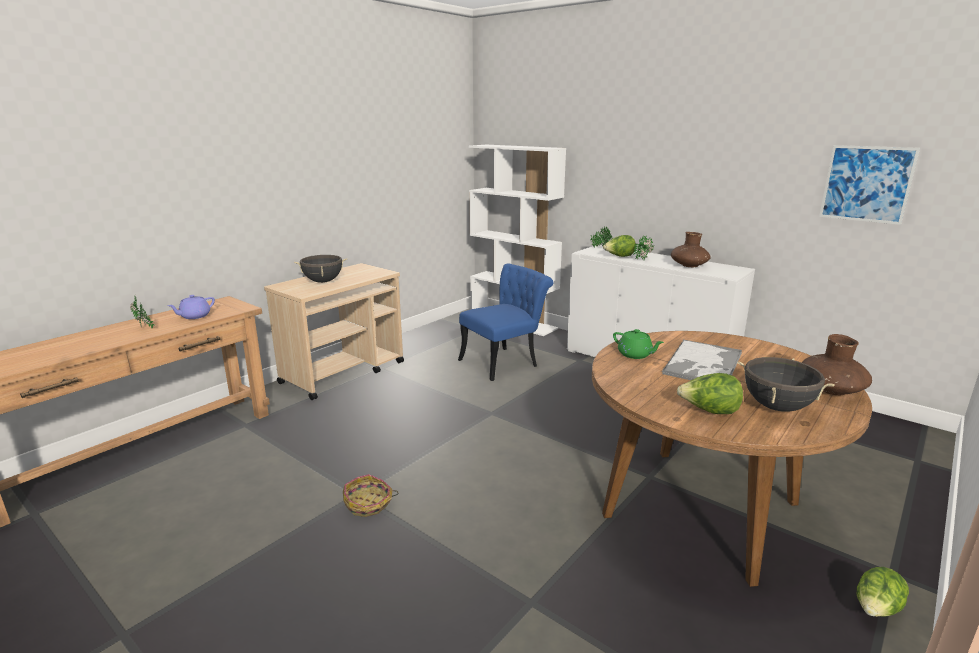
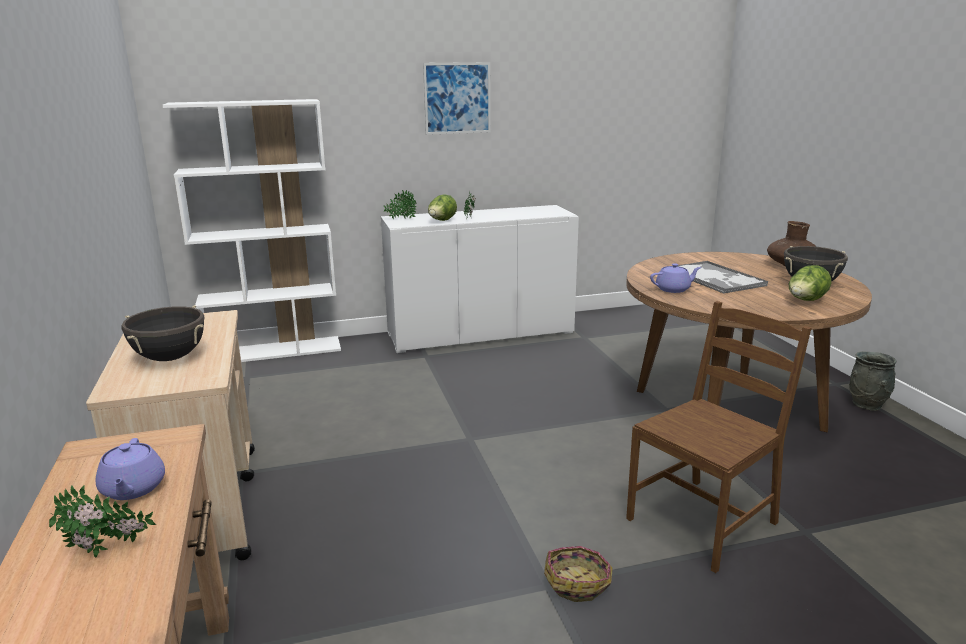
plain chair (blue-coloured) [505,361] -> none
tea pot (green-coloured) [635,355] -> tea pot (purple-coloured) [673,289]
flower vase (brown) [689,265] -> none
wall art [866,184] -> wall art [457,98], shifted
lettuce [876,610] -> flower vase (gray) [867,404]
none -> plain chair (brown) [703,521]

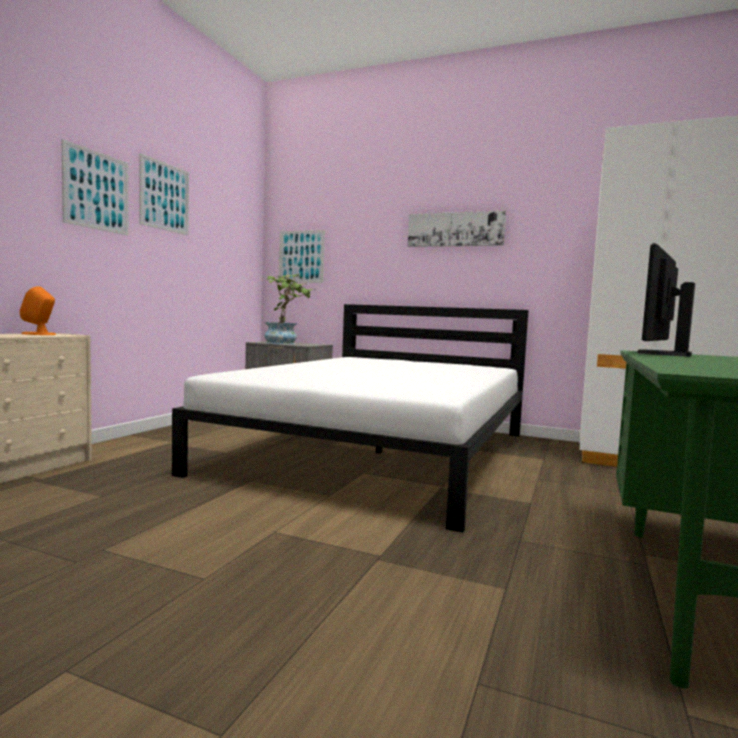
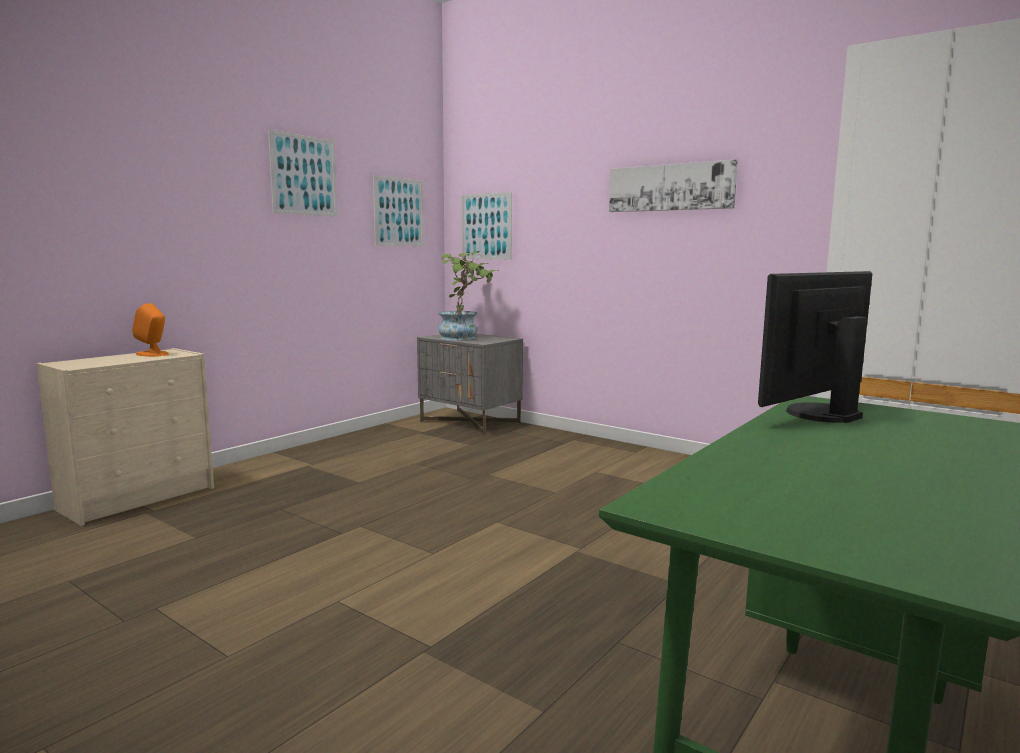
wall art [96,190] -> wall art [399,212], shifted
sleeping bed (white) [381,451] -> none

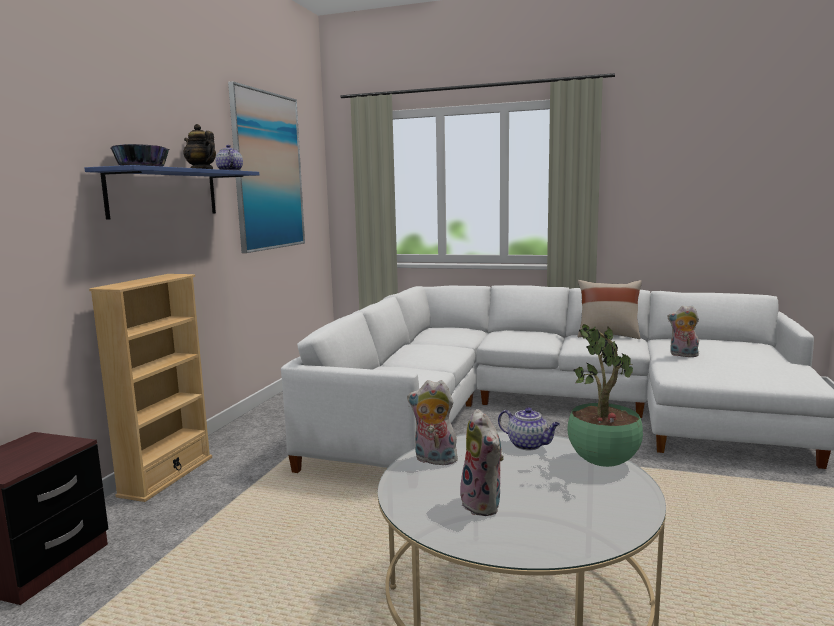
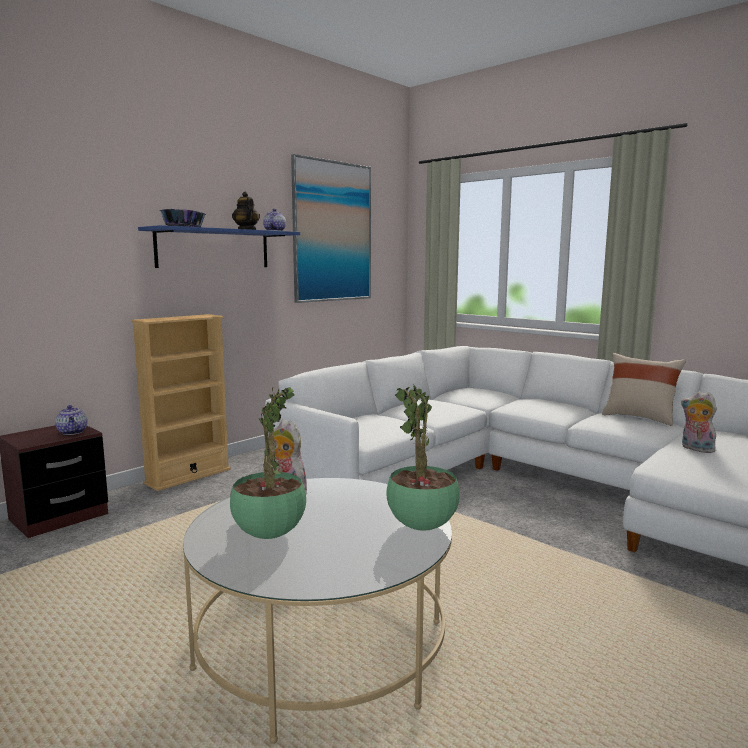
cuddly toy [484,505] -> houseplant [269,533]
tea pot [528,445] -> tea pot [73,432], shifted

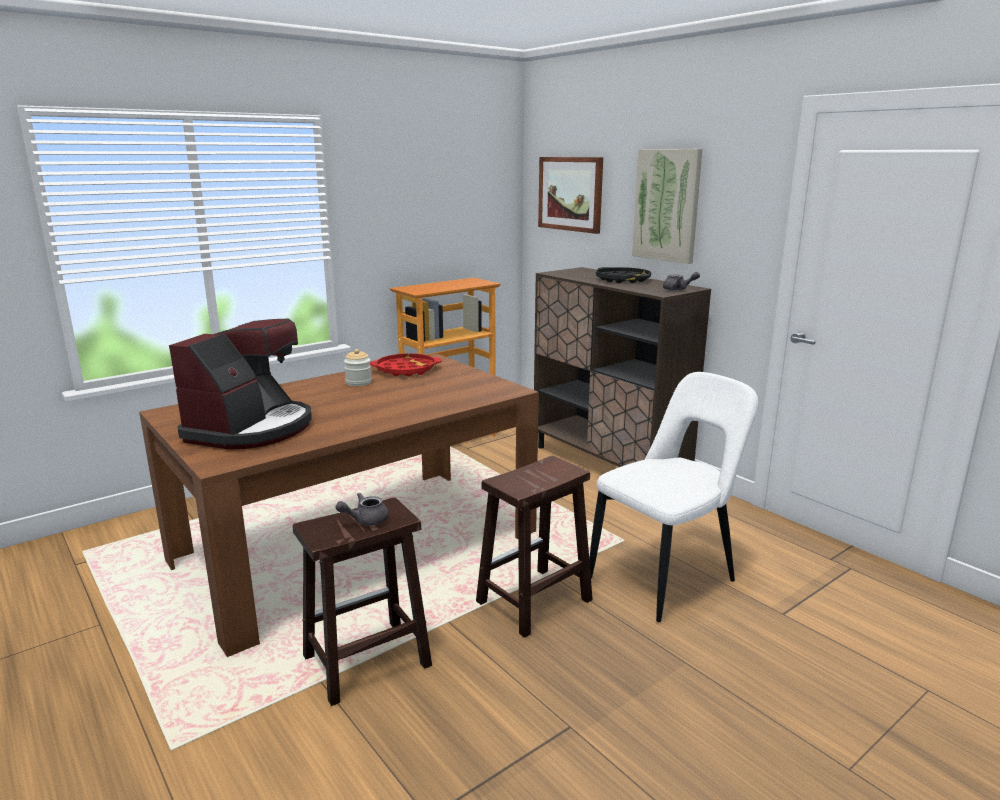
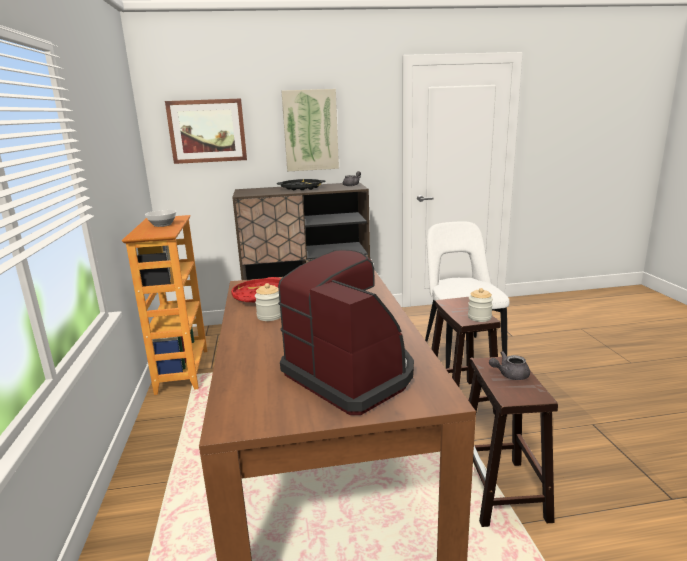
tea pot (gray) [365,520] -> tea pot (gray) [509,375], 75 degrees clockwise
none -> serving bowl [162,225]
none -> preserve jar [479,317]

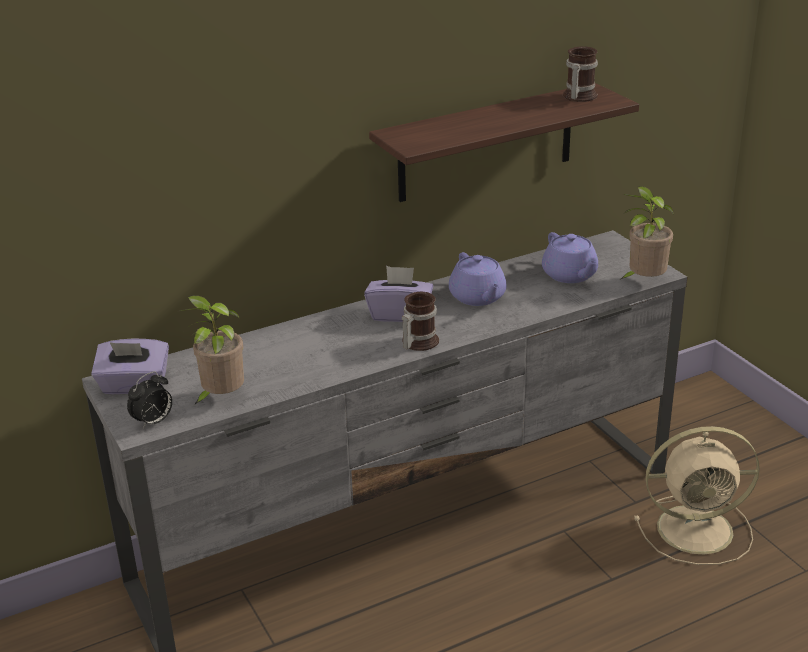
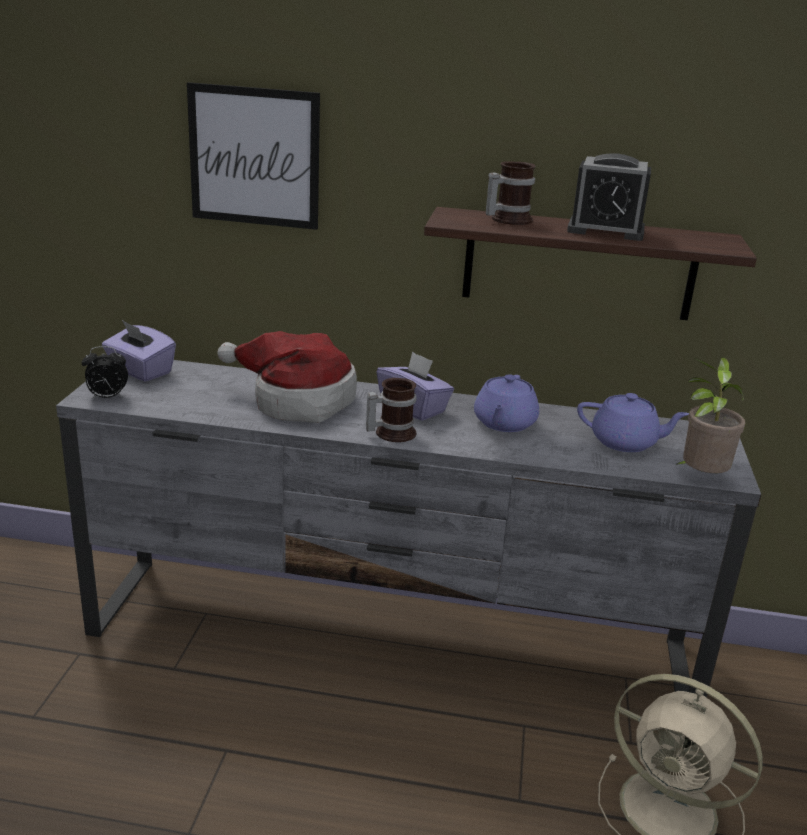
houseplant [221,398] -> none
tea pot (purple-coloured) [570,275] -> tea pot (purple-coloured) [625,442], 90 degrees counterclockwise
tea mug [577,97] -> tea mug [507,219], shifted
none -> wall art [254,157]
none -> wearable hat [297,401]
none -> alarm clock [605,230]

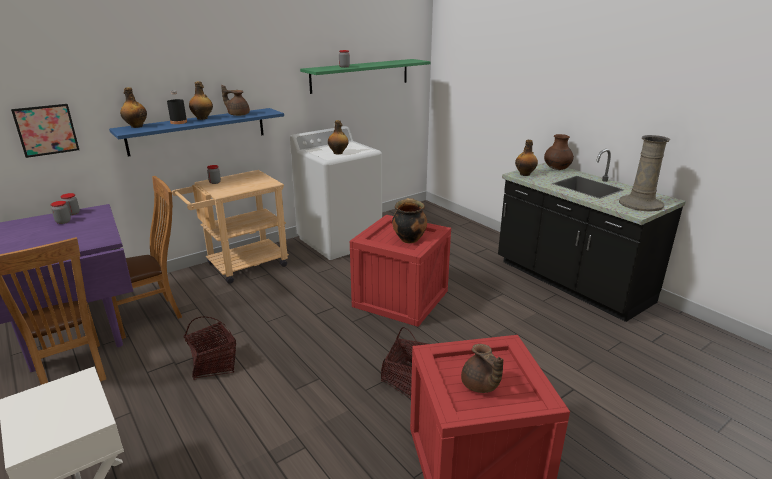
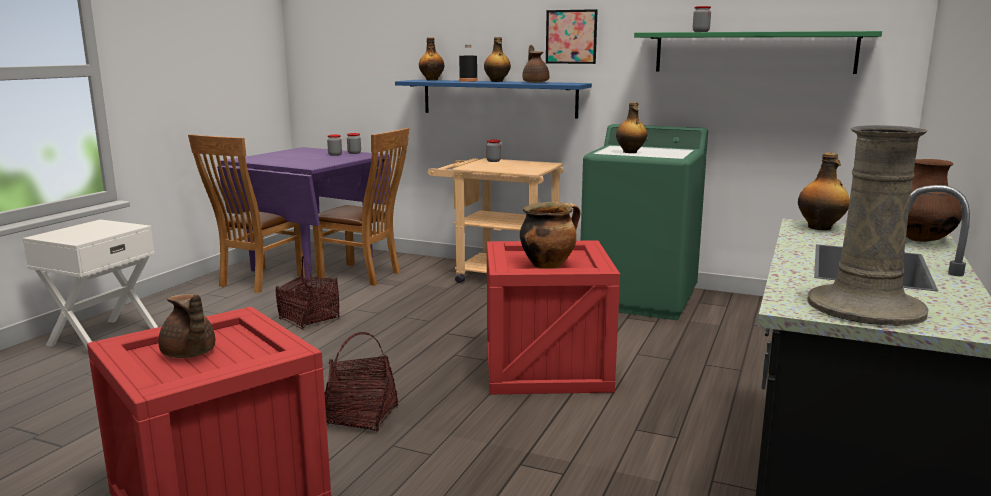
wall art [46,130] -> wall art [571,37], shifted
laundry appliance (white) [340,240] -> laundry appliance (green-coloured) [639,298]
tea pot (brown) [480,386] -> tea pot (brown) [189,354], 75 degrees counterclockwise

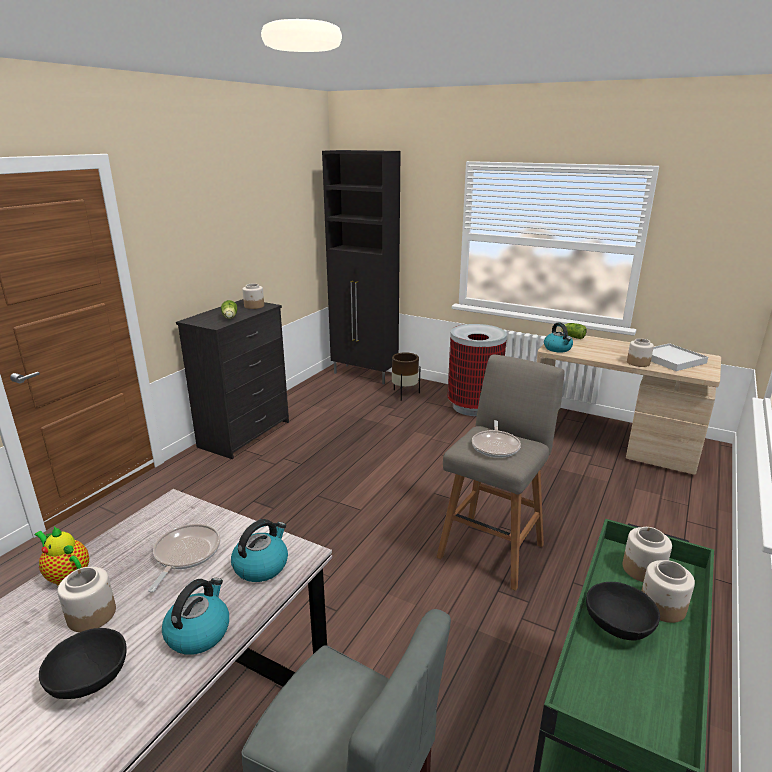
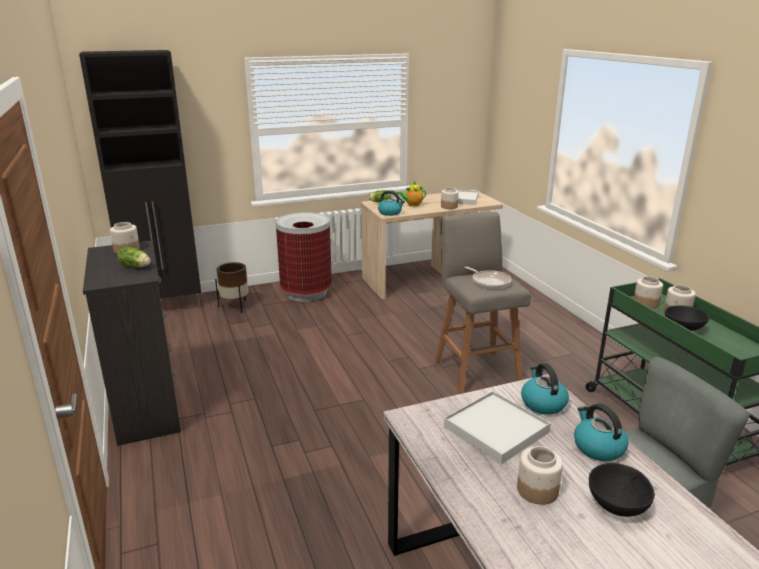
tea pot [67,575] -> tea pot [412,205], shifted
pan [185,554] -> carrying tray (white) [496,430]

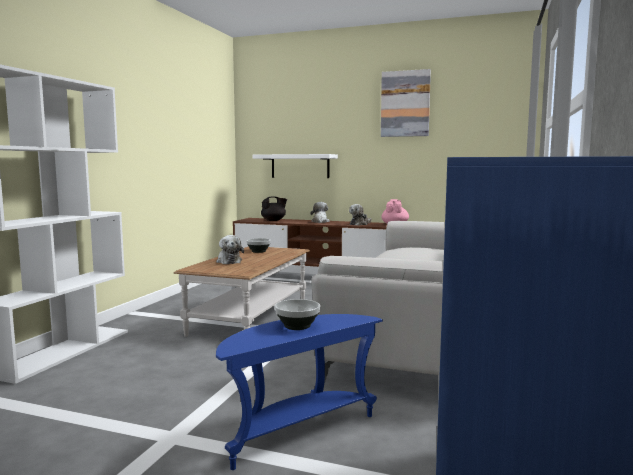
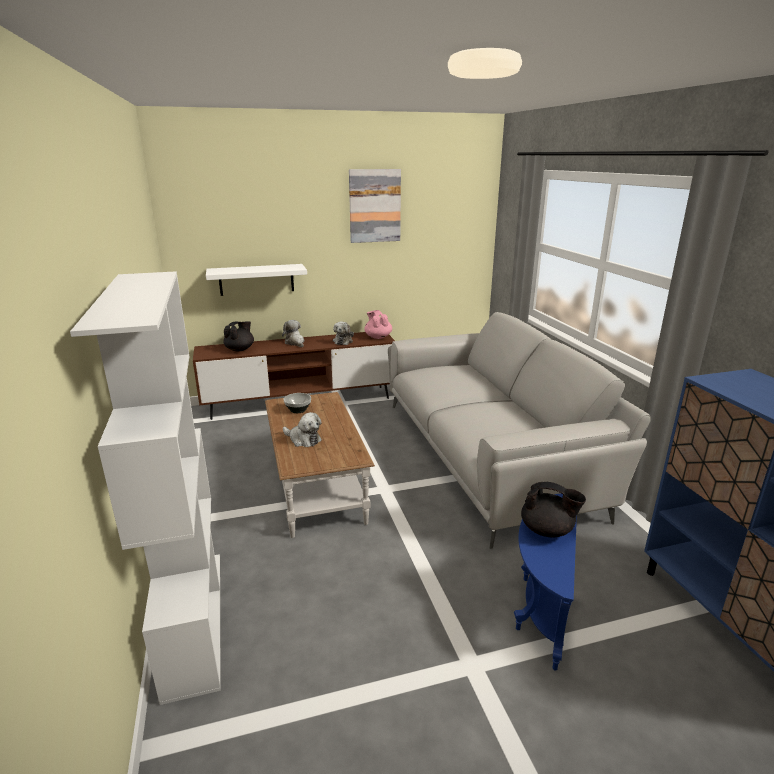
serving bowl [297,326] -> tea pot (black) [547,530]

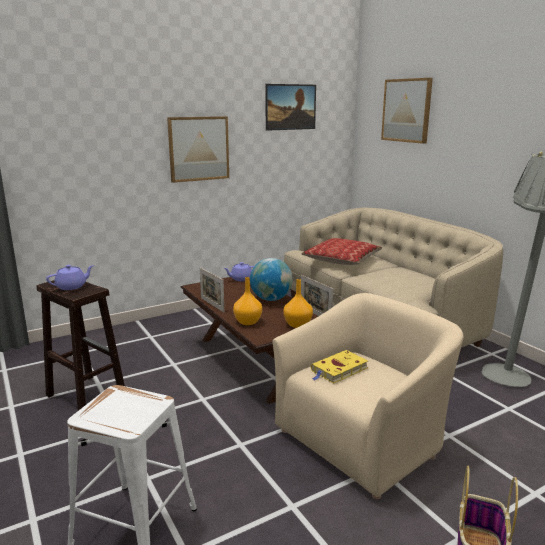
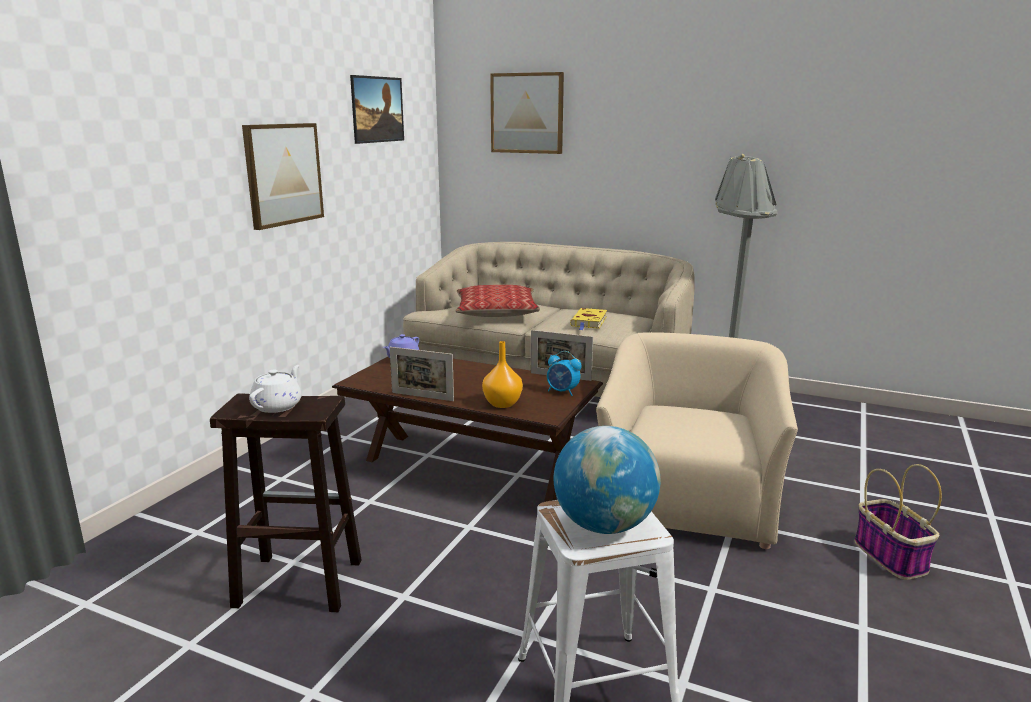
tea pot (purple-coloured) [72,286] -> tea pot (white) [278,406]
globe [271,299] -> globe [604,525], shifted
flower vase (orange) [298,325] -> alarm clock [562,392]
bound book (yellow) [338,370] -> bound book (yellow) [589,322], shifted

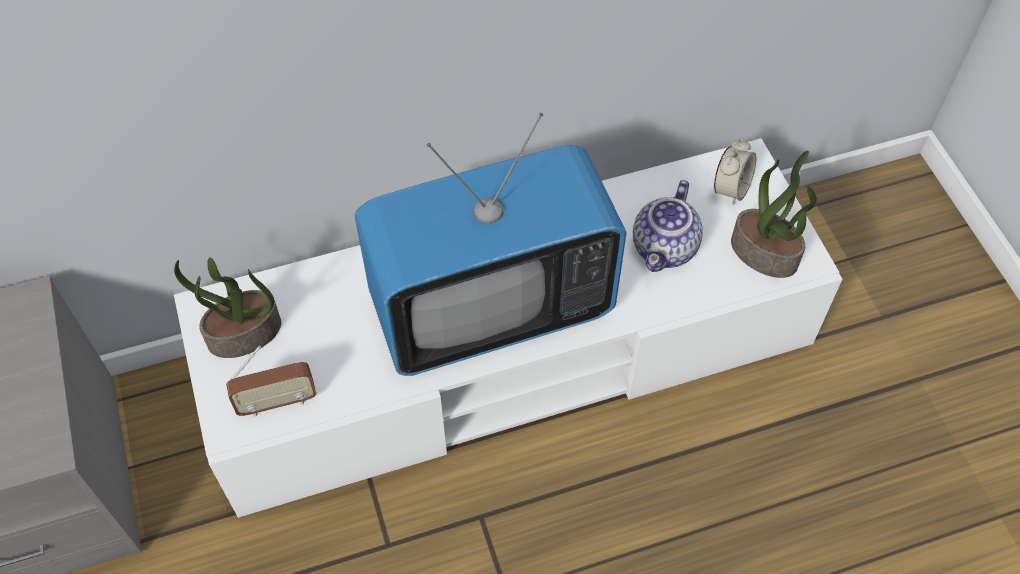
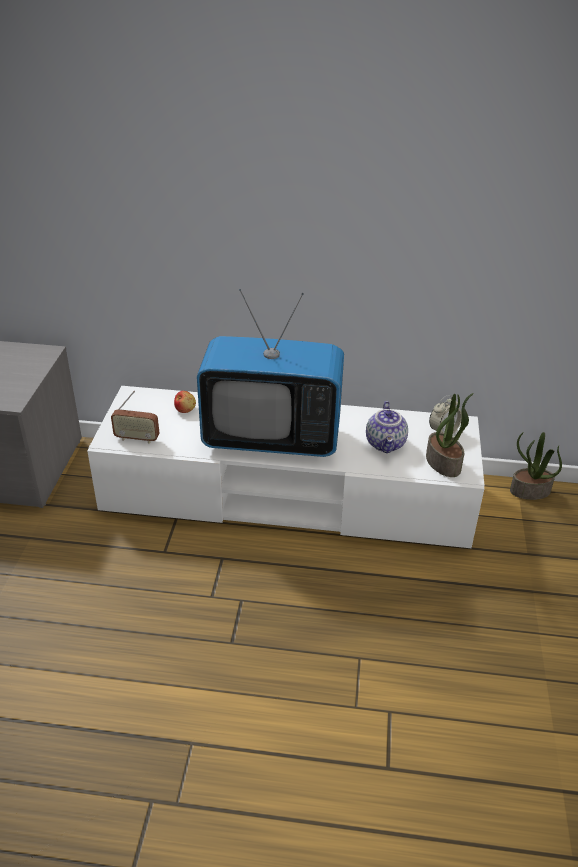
houseplant [244,335] -> houseplant [529,491], shifted
tea pot [665,249] -> tea pot [386,444], 45 degrees counterclockwise
none -> apple [185,409]

